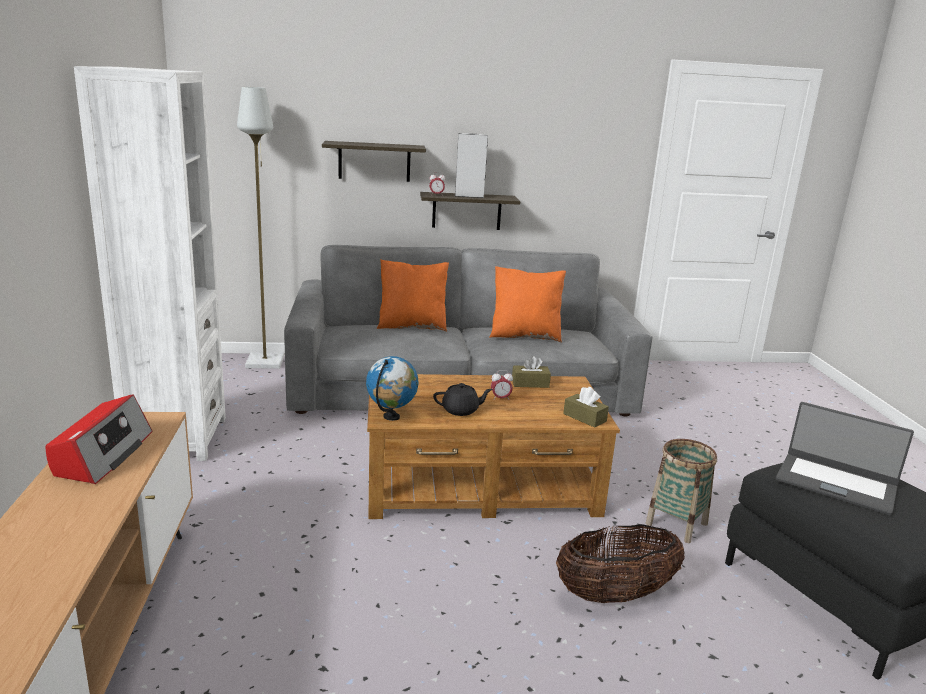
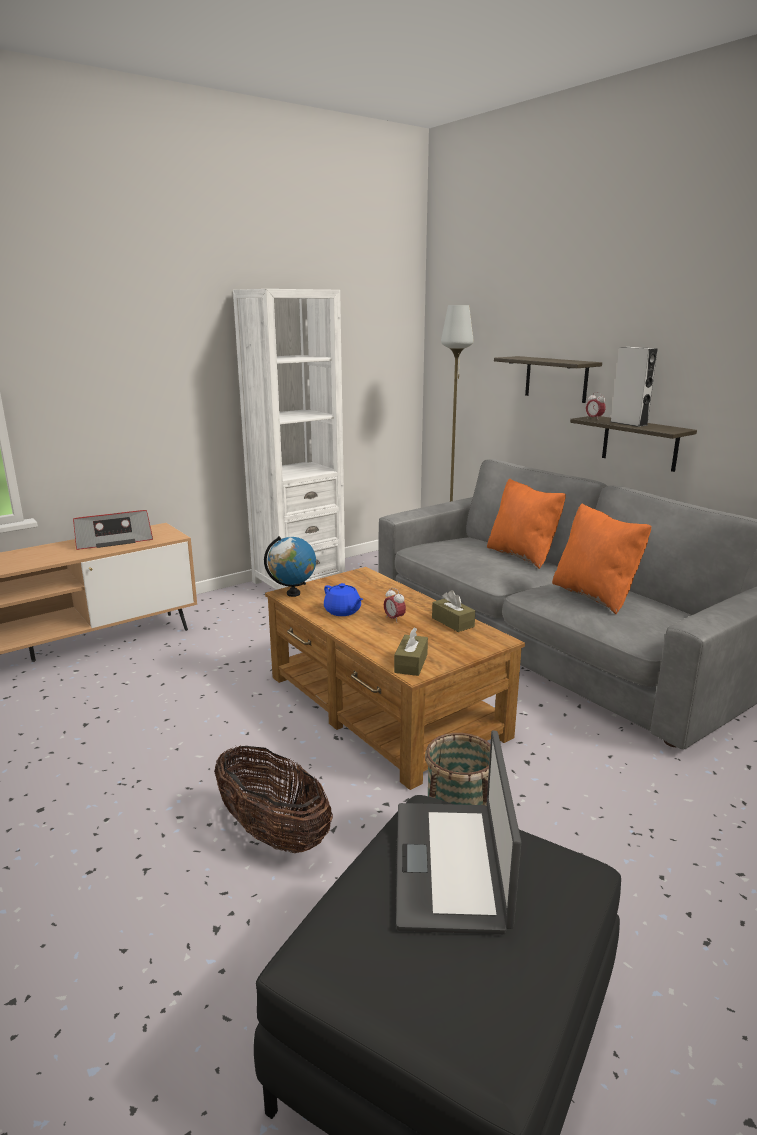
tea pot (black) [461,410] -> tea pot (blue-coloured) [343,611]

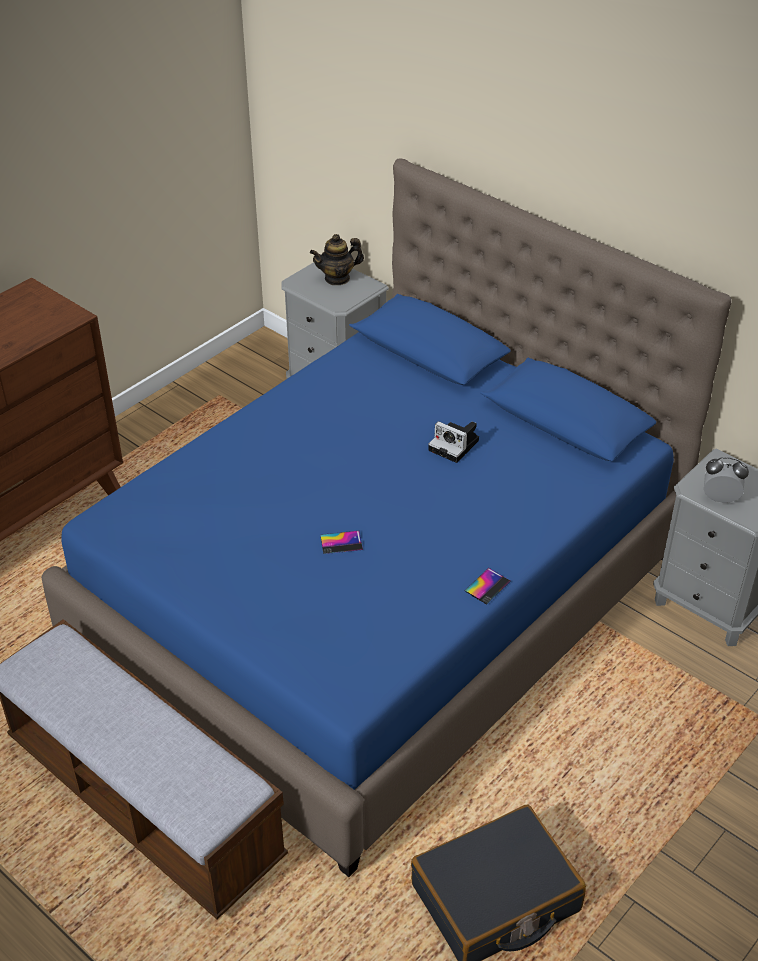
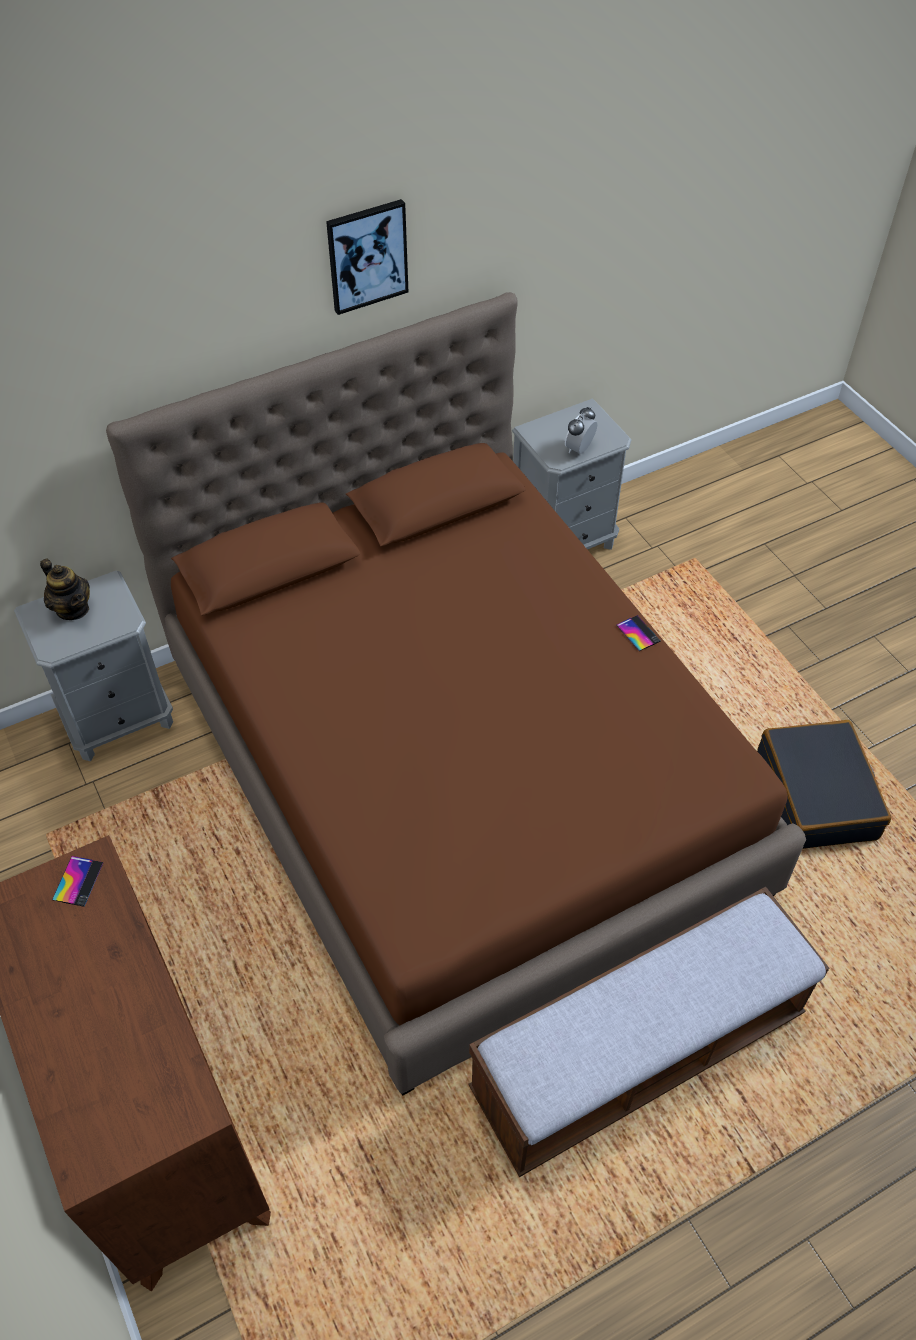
sleeping bed (blue-coloured) [380,601] -> sleeping bed (brown) [457,774]
tea pot [337,278] -> tea pot [73,609], 45 degrees counterclockwise
handset [341,542] -> handset [78,881], shifted
photo camera [455,445] -> none
none -> wall art [367,256]

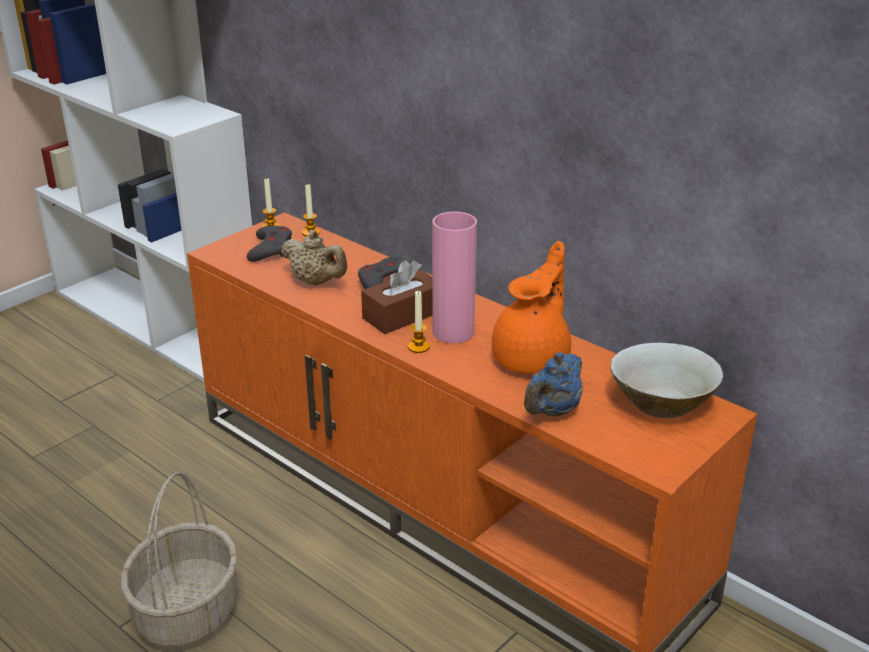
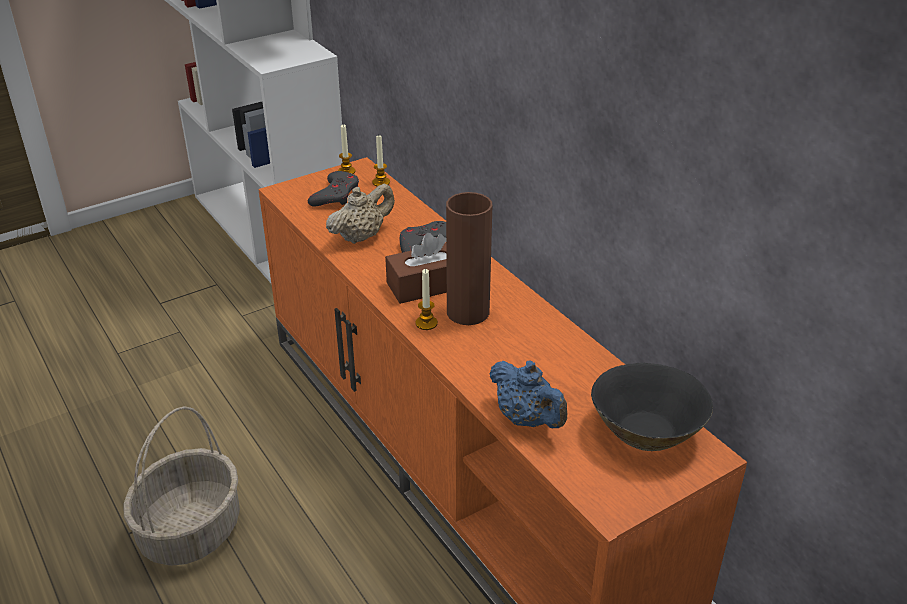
tea pot (sand-coloured) [316,282] -> tea pot (sand-coloured) [361,236], 90 degrees counterclockwise
flower vase (pink-coloured) [453,332] -> flower vase (brown) [468,312]
tea pot (orange) [533,358] -> none
tea pot (blue-coloured) [552,411] -> tea pot (blue-coloured) [527,419], 90 degrees counterclockwise
serving bowl (sand-coloured) [661,403] -> serving bowl (black) [646,431]

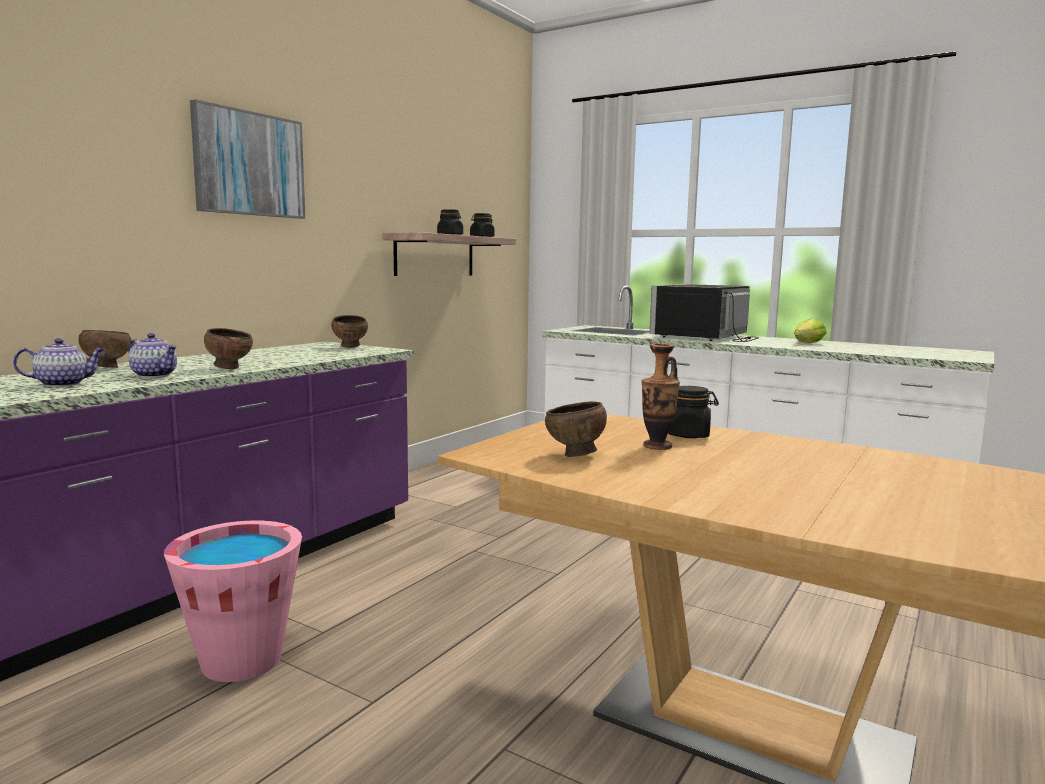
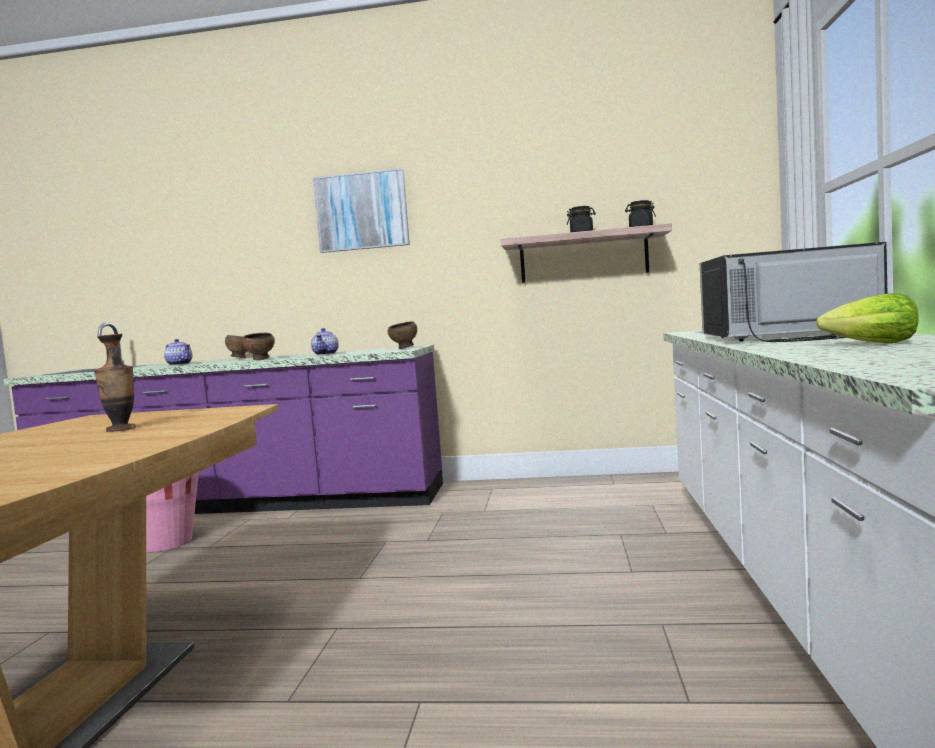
tea pot [155,375] -> tea pot [326,354], shifted
serving bowl (brown) [575,456] -> none
preserve jar (black) [688,435] -> none

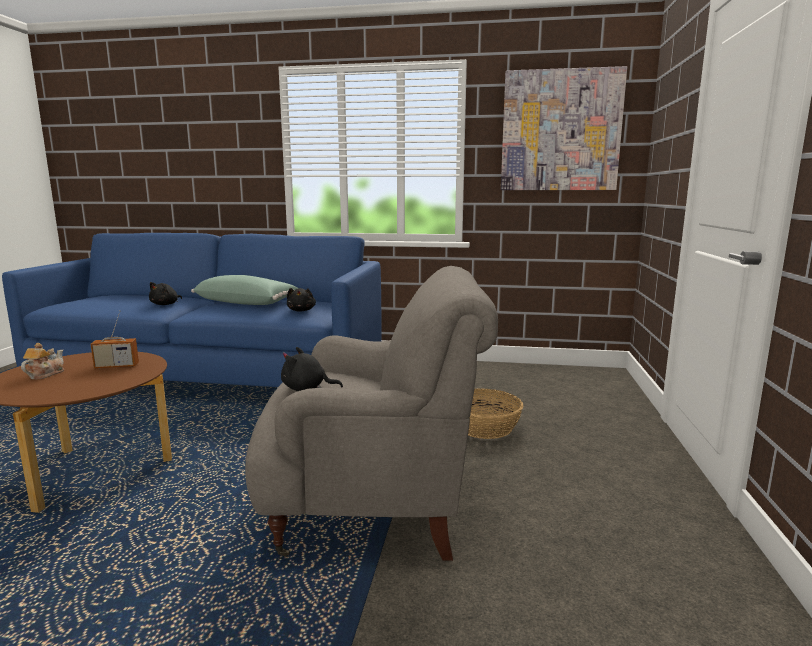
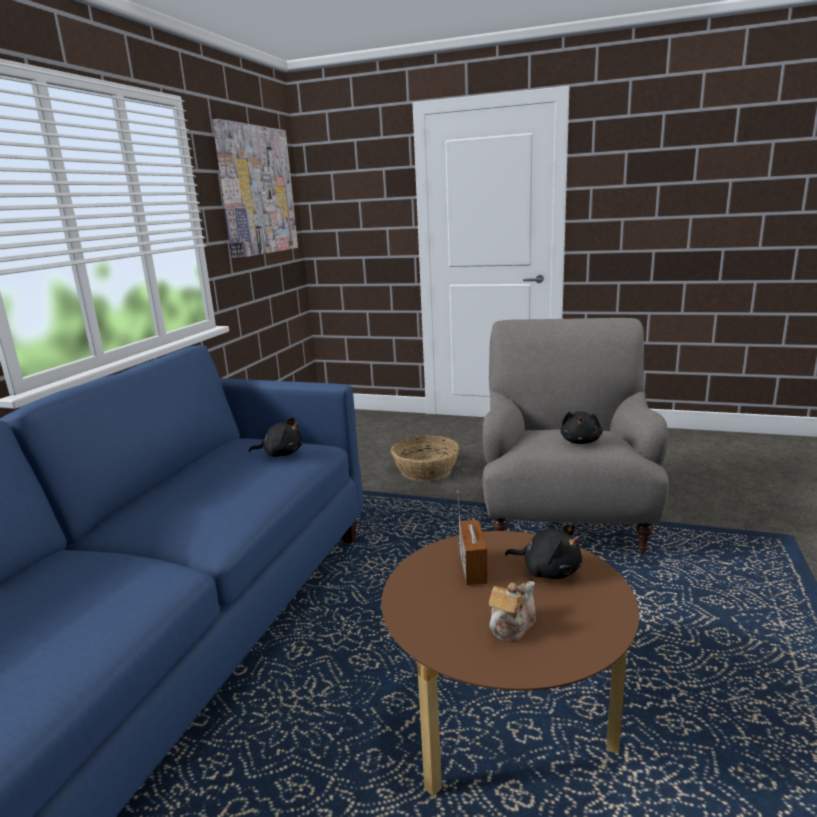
tea pot [45,374] -> tea pot [511,626], 105 degrees clockwise
cuddly toy (black) [166,304] -> cuddly toy (black) [548,570], shifted
pillow (green-coloured) [247,303] -> none

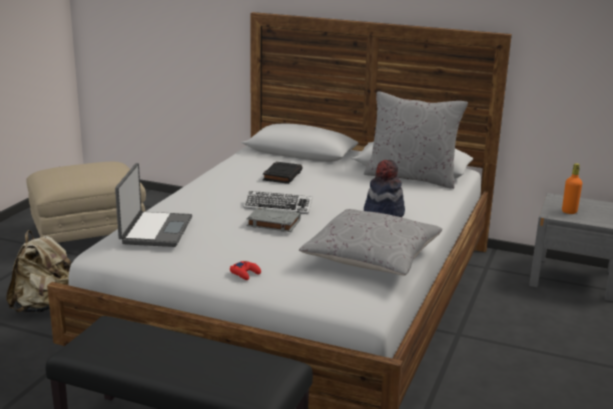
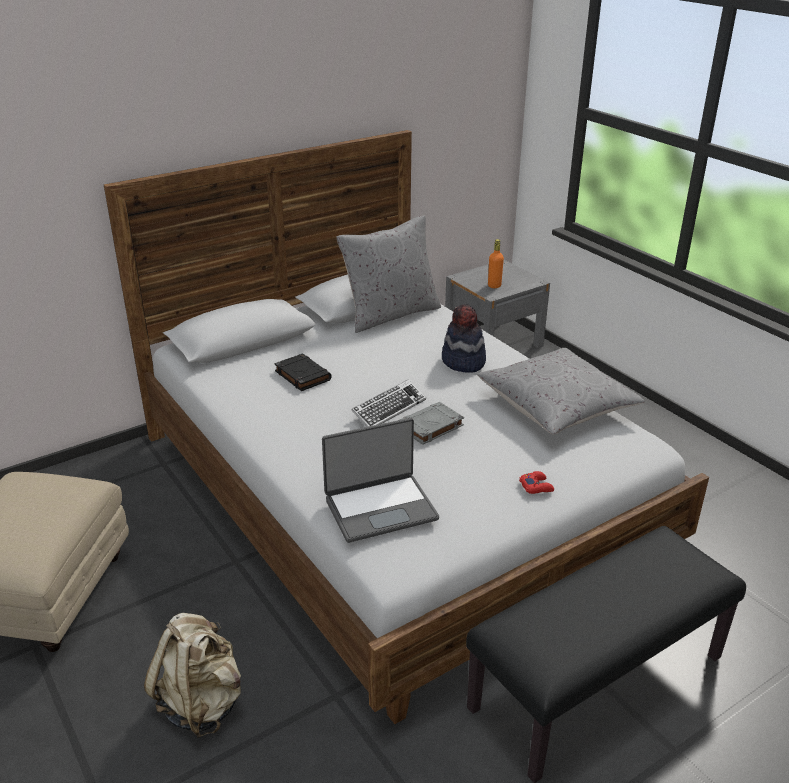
laptop [155,230] -> laptop [380,508], 120 degrees clockwise

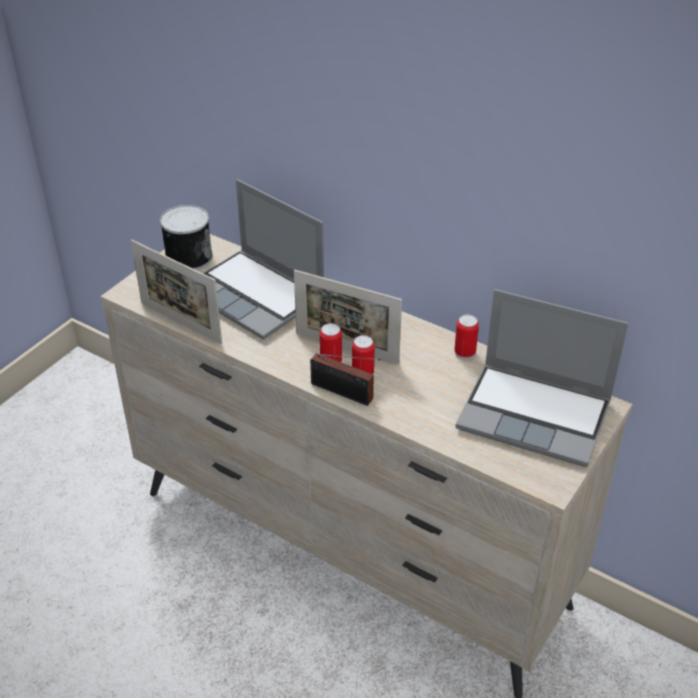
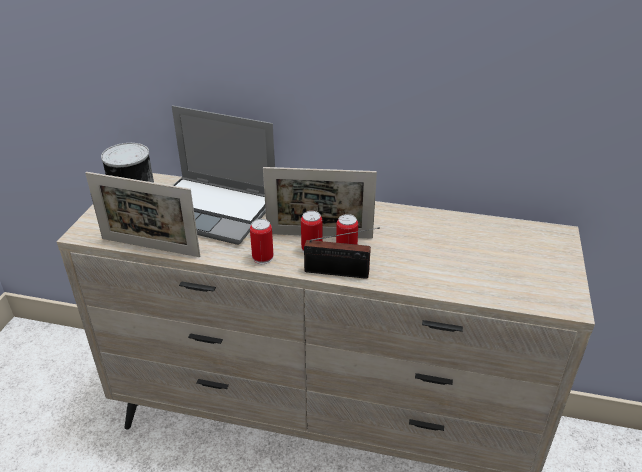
can [465,353] -> can [263,258], shifted
laptop [536,415] -> none

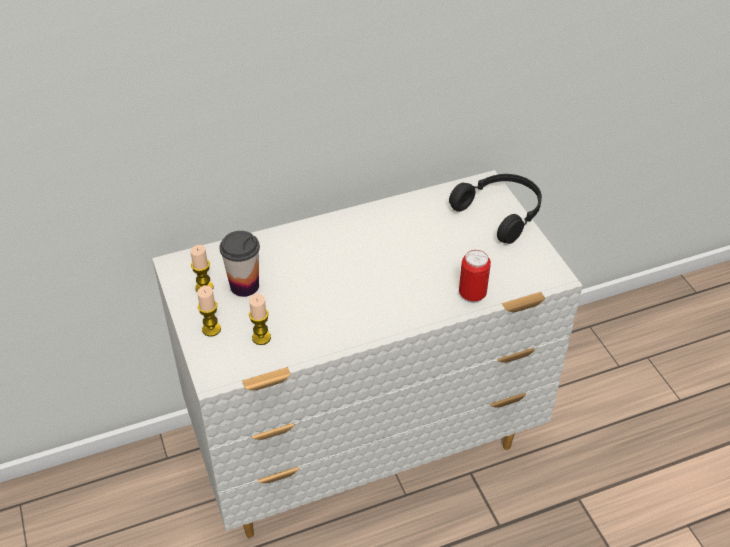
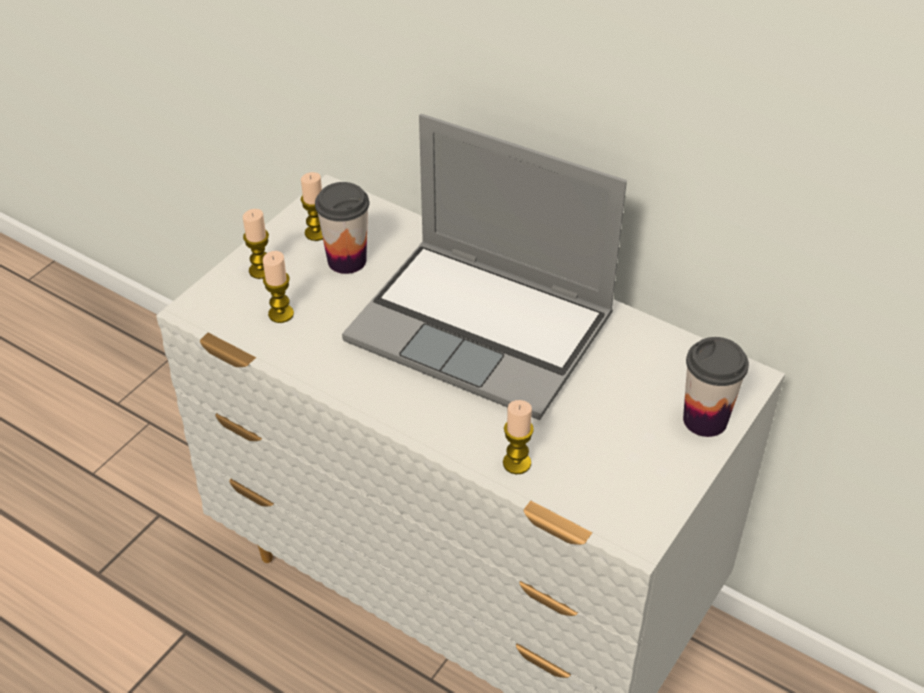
headphones (black) [501,212] -> small cup [705,420]
can [472,295] -> wax light [517,463]
none -> laptop [484,329]

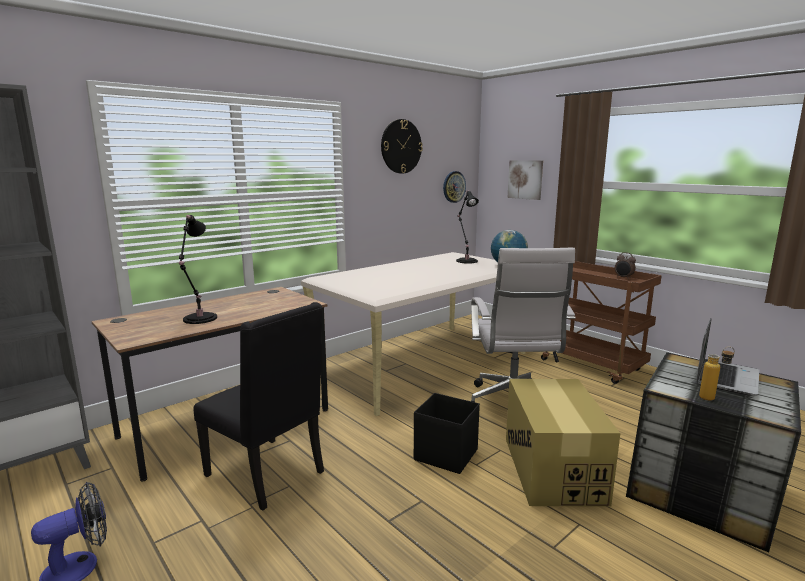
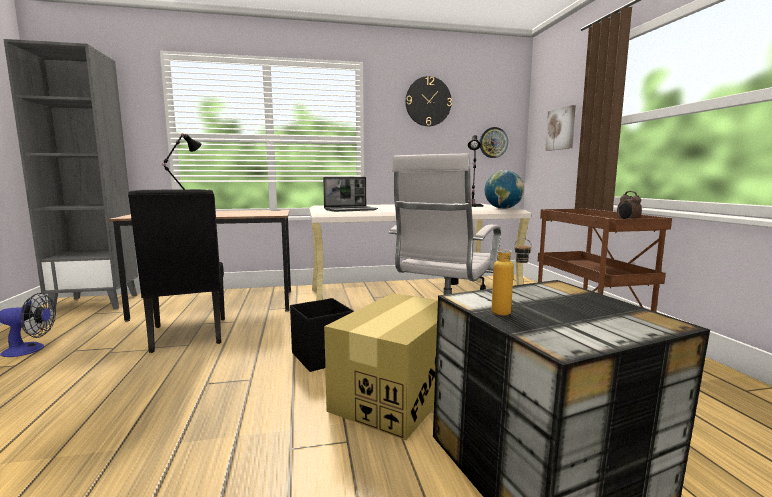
laptop [726,378] -> laptop [351,210], shifted

